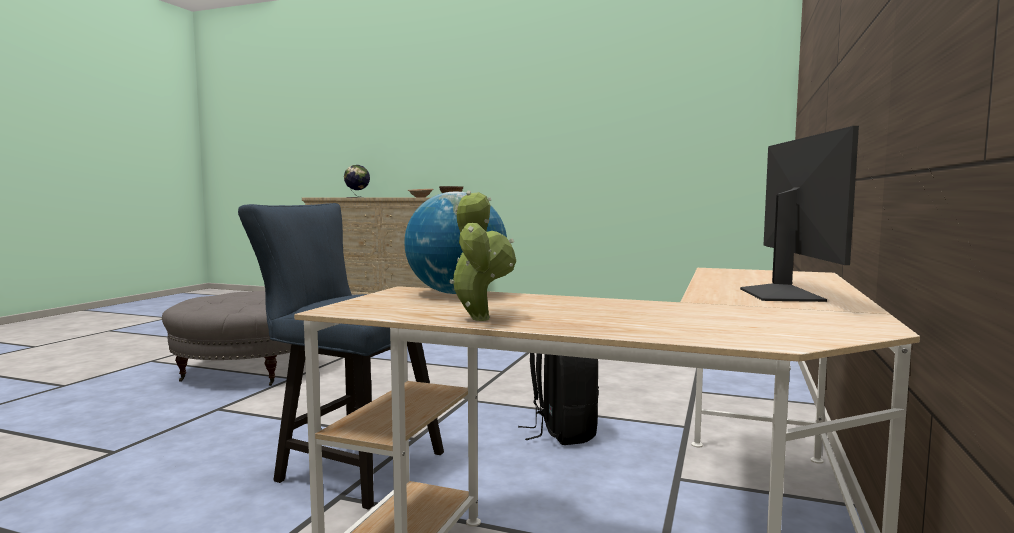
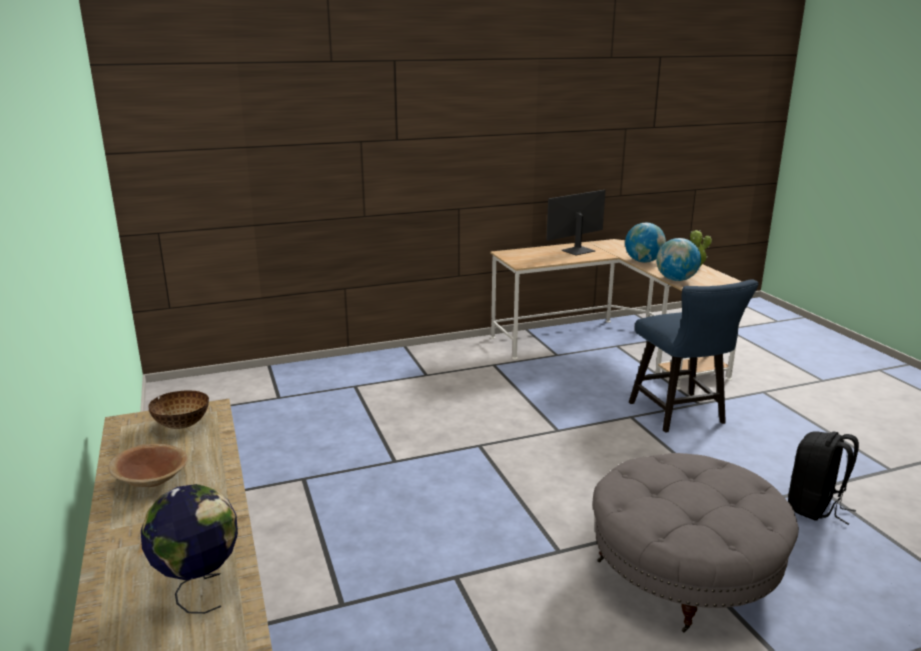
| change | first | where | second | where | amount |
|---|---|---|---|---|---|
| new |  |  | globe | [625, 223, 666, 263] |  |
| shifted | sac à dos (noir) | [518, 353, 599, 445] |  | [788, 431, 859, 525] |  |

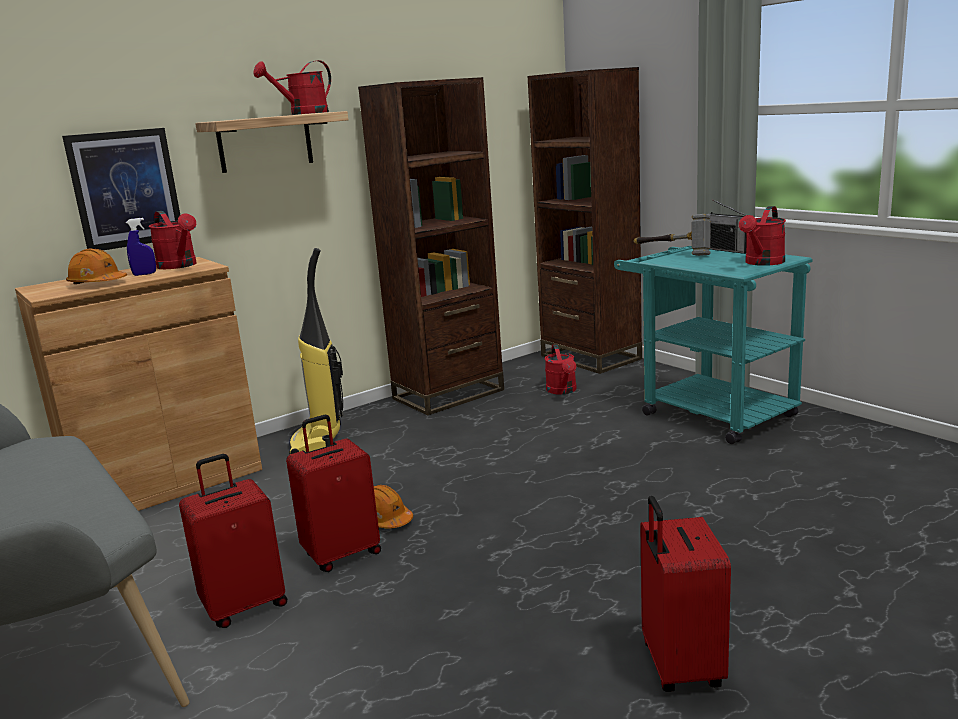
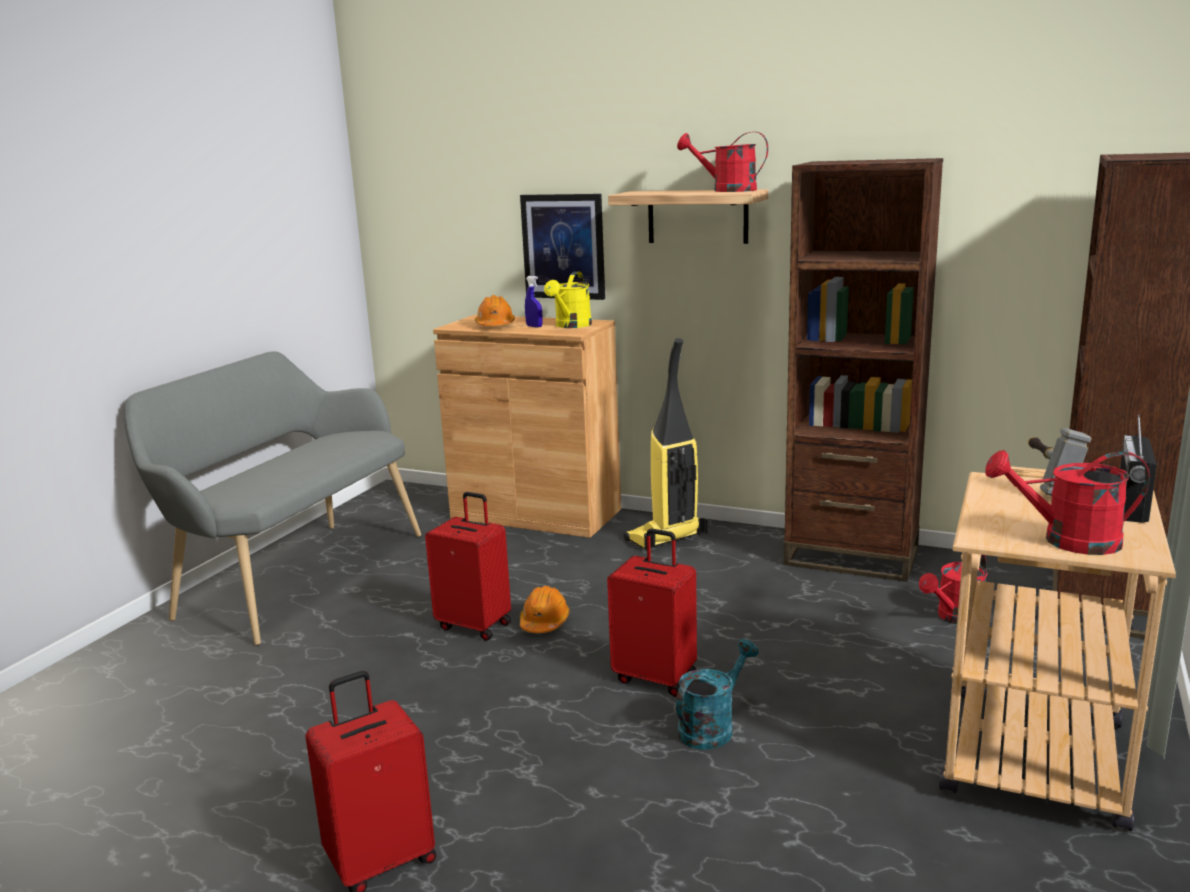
| change | first | where | second | where | amount |
|---|---|---|---|---|---|
| new |  |  | arrosoir (turquoise) | [676, 639, 759, 750] |  |
| shifted | valise (rouge) | [179, 454, 287, 628] |  | [607, 529, 697, 697] |  |
| repainted | arrosoir (rouge) | [149, 211, 197, 269] | arrosoir (jaune) | [544, 271, 592, 328] |  |
| repainted | chariot (turquoise) | [614, 246, 812, 444] | chariot (beige) | [939, 466, 1176, 831] |  |

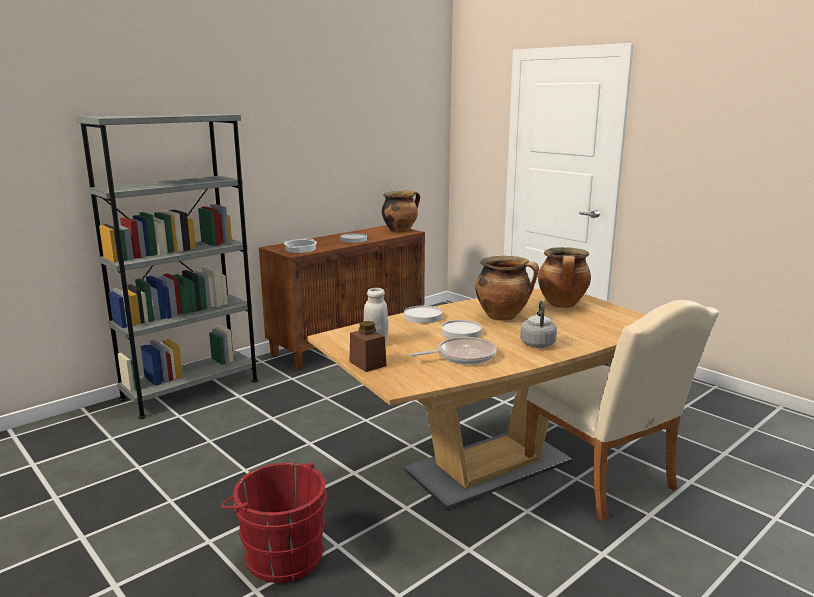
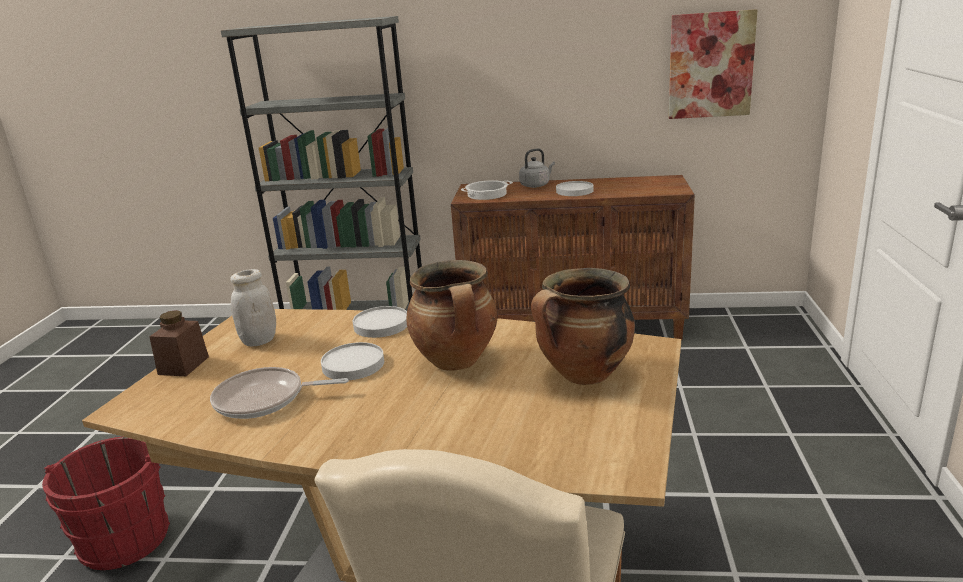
| change | first | where | second | where | amount |
|---|---|---|---|---|---|
| gone | marmite | [382, 191, 420, 233] |  |  |  |
| new |  |  | tableau | [668, 9, 757, 119] |  |
| shifted | bouilloire (gris) | [520, 301, 557, 347] |  | [519, 148, 555, 188] |  |
| rotated | poêle | [409, 337, 497, 364] |  | [210, 367, 348, 419] | 150 degrees clockwise |

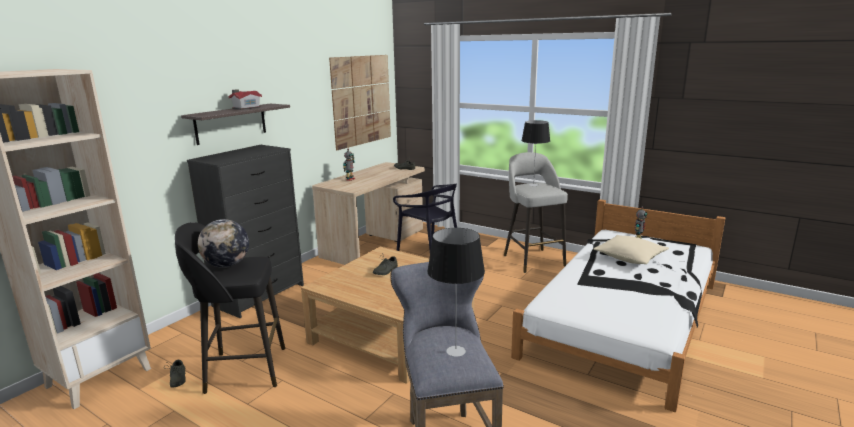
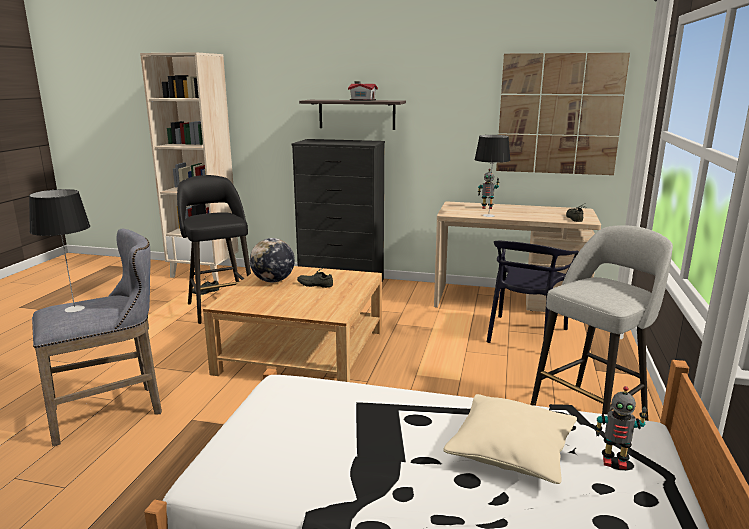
| change | first | where | second | where | amount |
|---|---|---|---|---|---|
| shifted | globe | [198, 219, 249, 268] |  | [250, 238, 295, 282] |  |
| shifted | lampe de table | [521, 120, 550, 186] |  | [475, 135, 511, 217] |  |

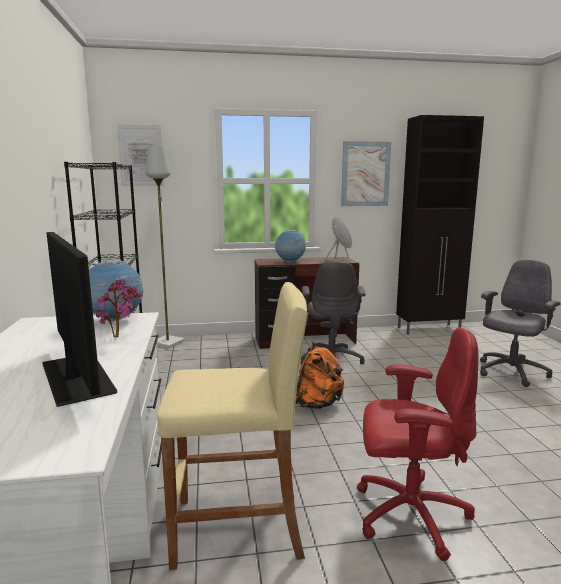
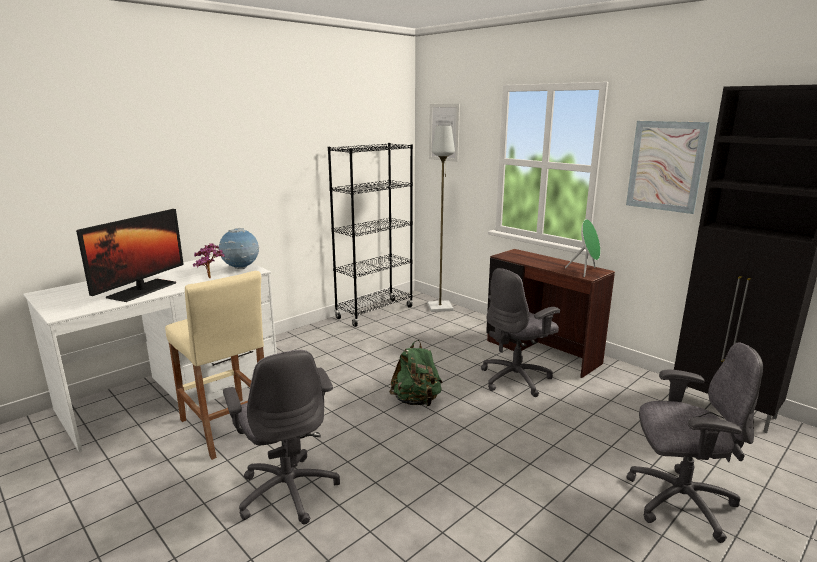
| change | first | where | second | where | amount |
|---|---|---|---|---|---|
| gone | globe | [274, 230, 306, 263] |  |  |  |
| repainted | sac à dos (orange) | [296, 342, 344, 409] | sac à dos (vert) | [389, 340, 443, 406] |  |
| repainted | chaise de bureau (rouge) | [357, 327, 478, 561] | chaise de bureau (gris) | [223, 350, 340, 524] |  |

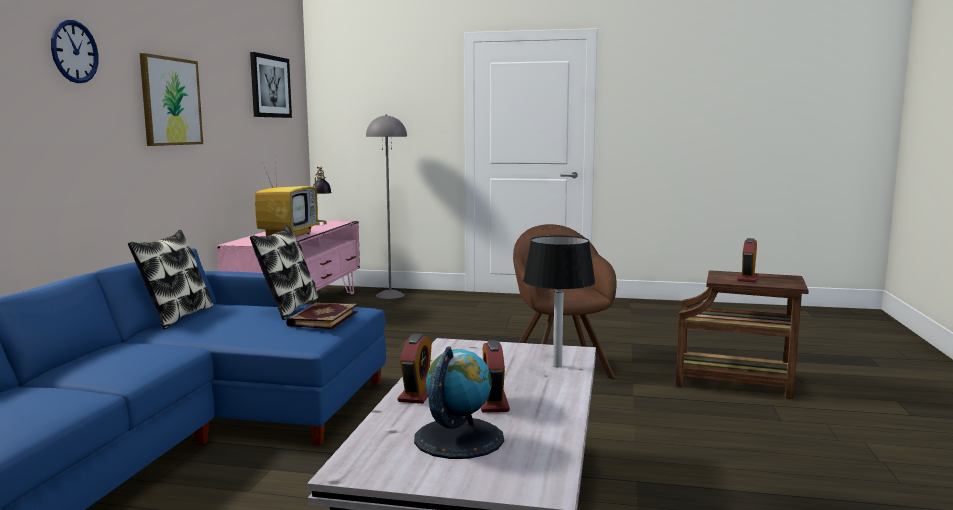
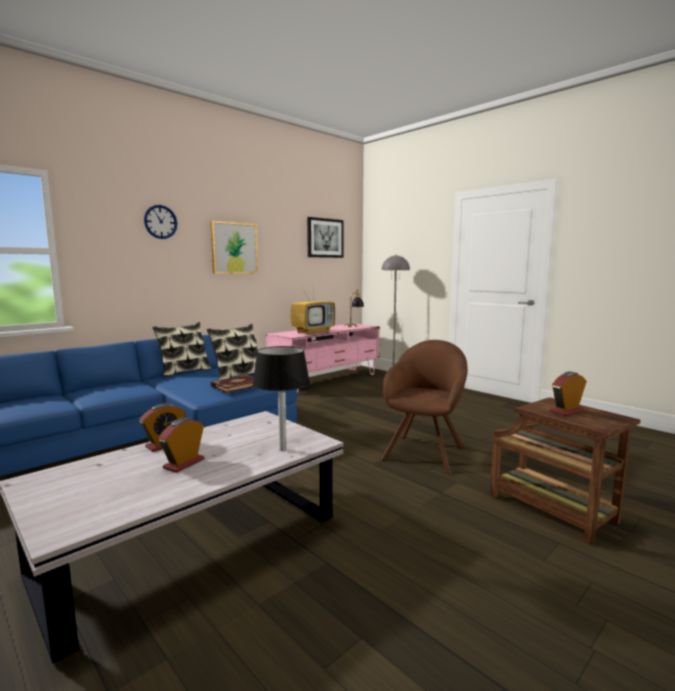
| change | first | where | second | where | amount |
|---|---|---|---|---|---|
| gone | globe | [414, 346, 504, 459] |  |  |  |

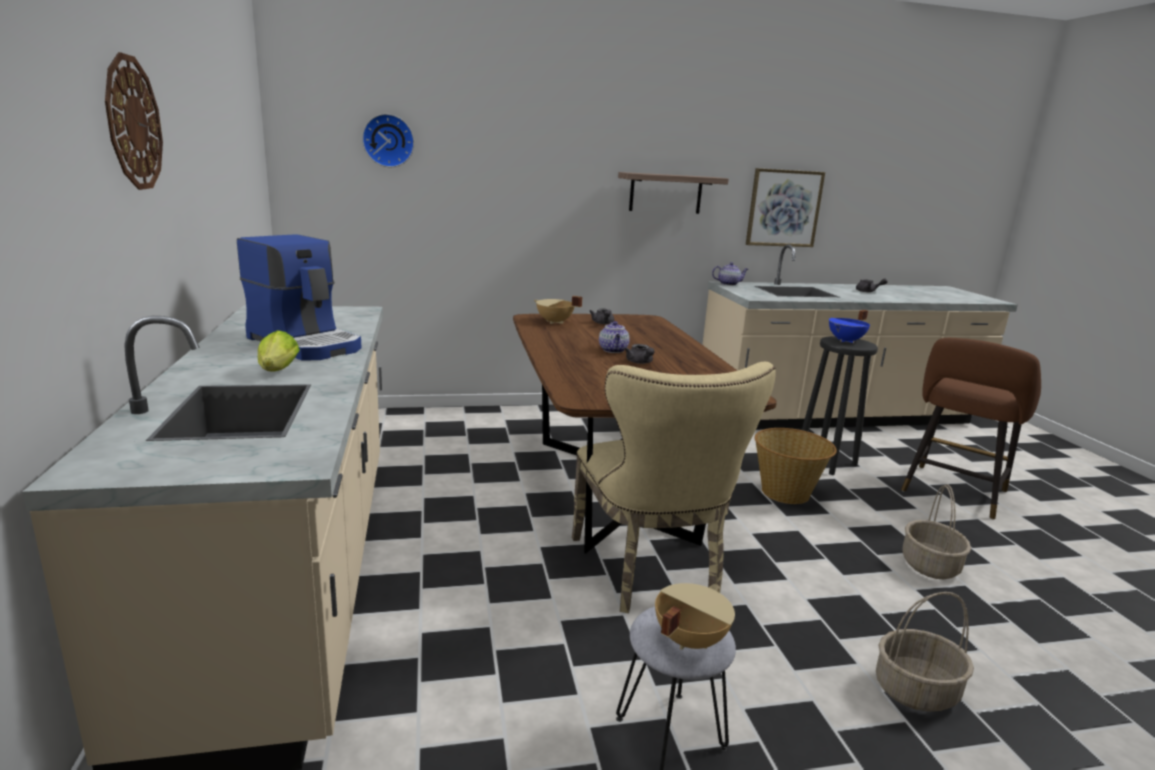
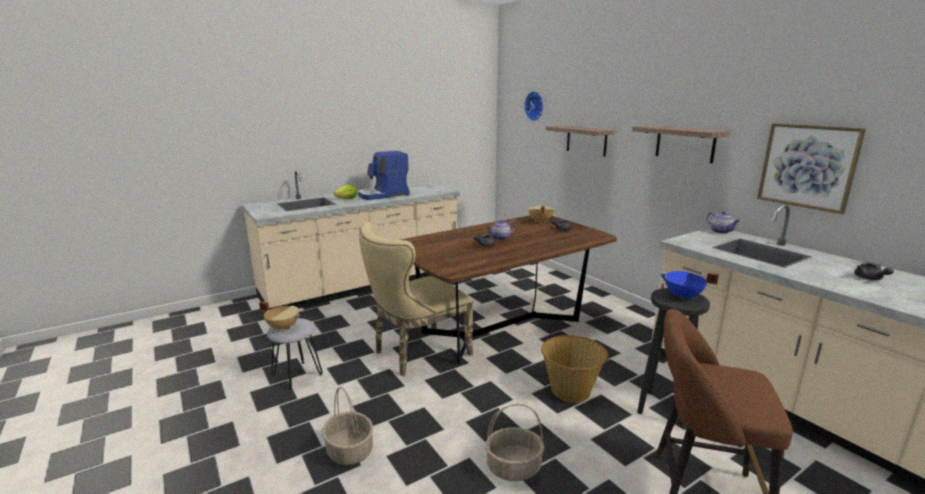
| change | first | where | second | where | amount |
|---|---|---|---|---|---|
| gone | horloge murale | [105, 52, 163, 190] |  |  |  |
| new |  |  | étagère | [546, 125, 616, 156] |  |
| rotated | machine à café | [237, 234, 362, 361] |  | [358, 151, 410, 200] | 45 degrees clockwise |

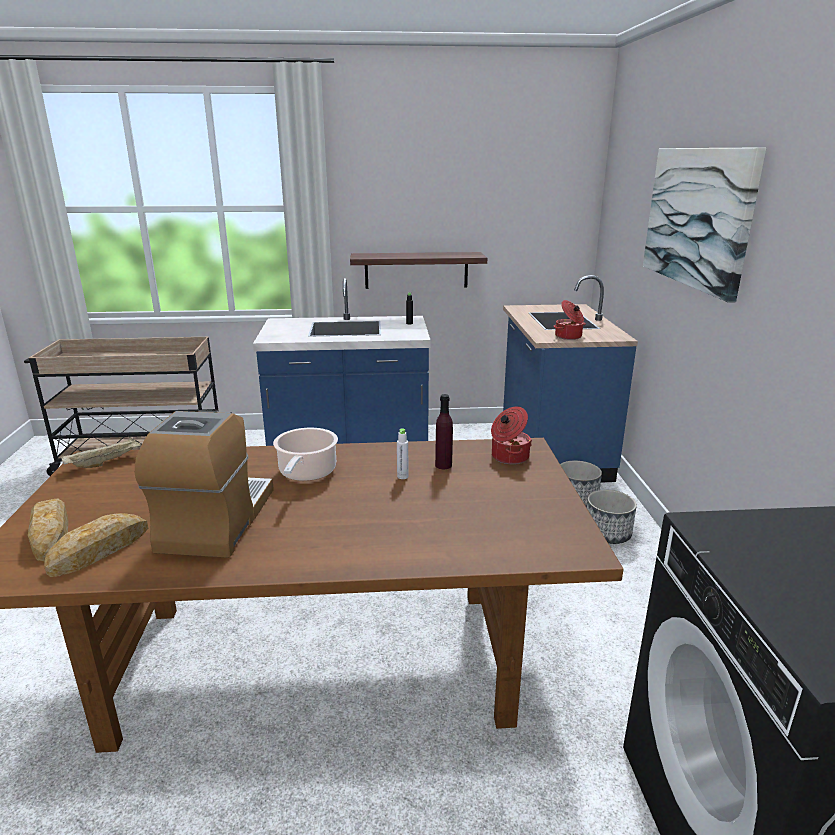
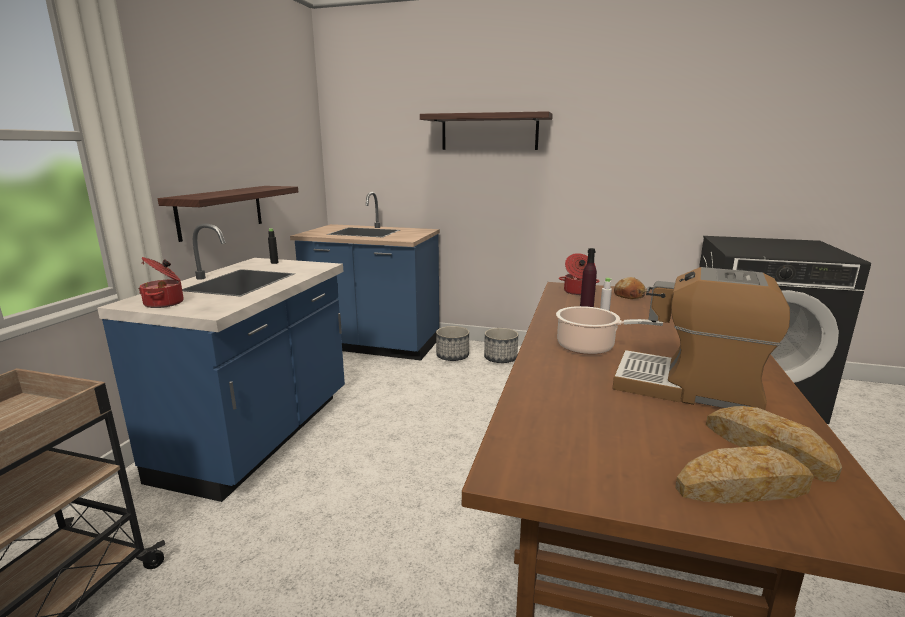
| change | first | where | second | where | amount |
|---|---|---|---|---|---|
| gone | plateau (beige) | [61, 437, 141, 468] |  |  |  |
| new |  |  | pain | [614, 277, 647, 299] |  |
| shifted | marmite | [554, 300, 586, 340] |  | [139, 257, 184, 308] |  |
| swapped | tableau | [643, 147, 766, 303] | étagère | [420, 111, 553, 150] |  |

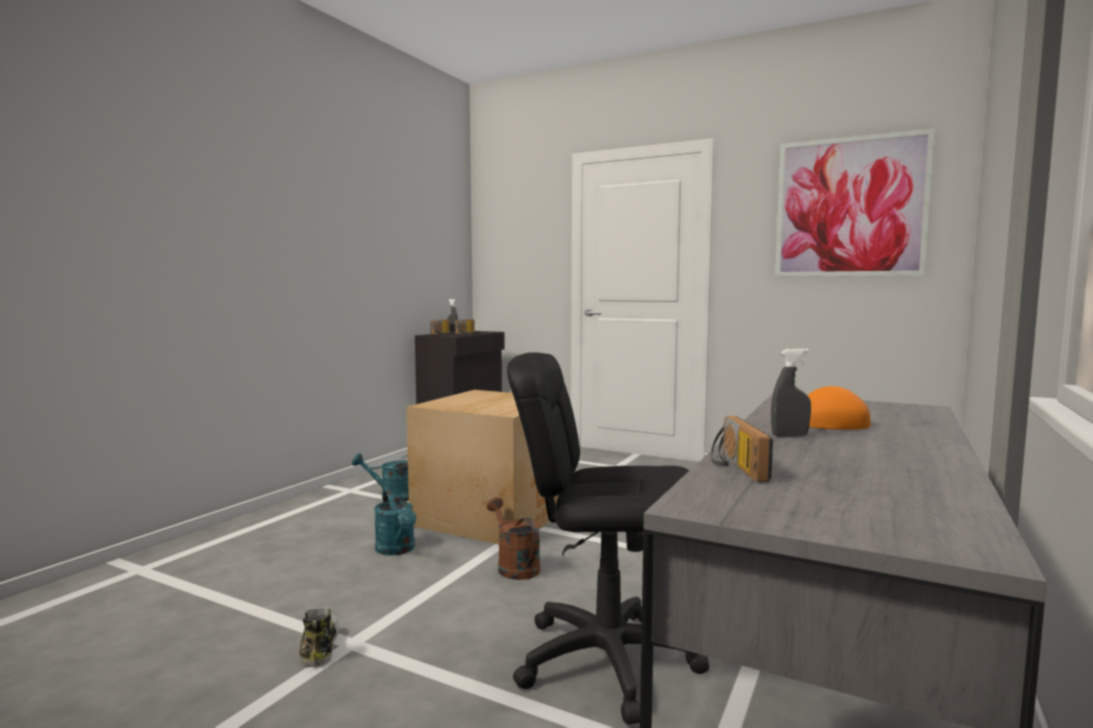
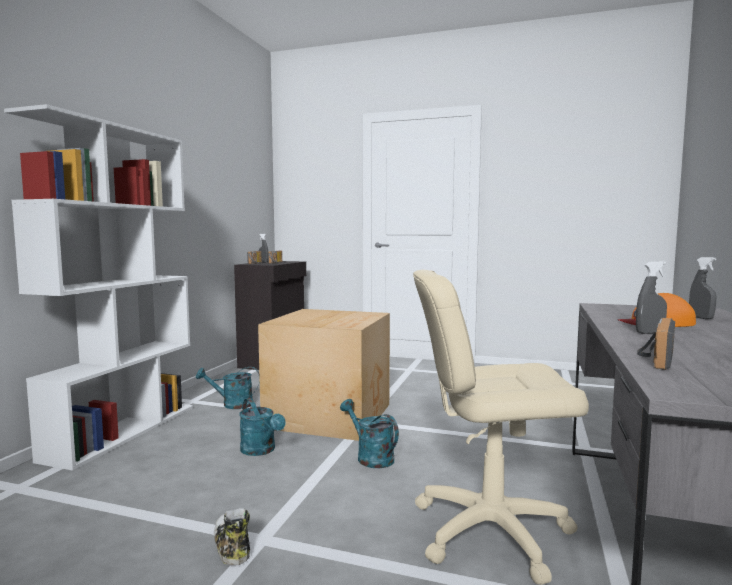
| change | first | where | second | where | amount |
|---|---|---|---|---|---|
| gone | tableau | [775, 129, 935, 277] |  |  |  |
| new |  |  | bibliothèque (blanc) | [4, 104, 193, 471] |  |
| new |  |  | vaporisateur (gris) | [689, 257, 716, 319] |  |
| repainted | arrosoir (marron) | [487, 497, 540, 580] | arrosoir (turquoise) | [340, 399, 399, 468] |  |
| repainted | chaise de bureau (noir) | [507, 352, 709, 725] | chaise de bureau (beige) | [413, 270, 589, 585] |  |
| rotated | radio | [711, 416, 773, 482] |  | [637, 318, 675, 370] | 45 degrees clockwise |

